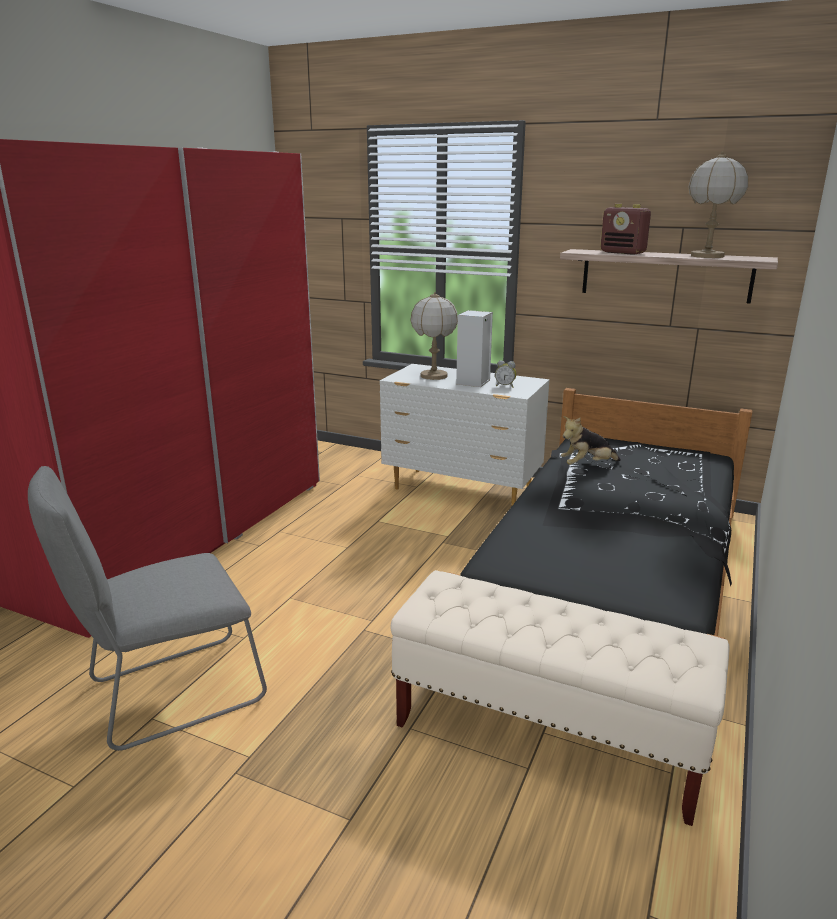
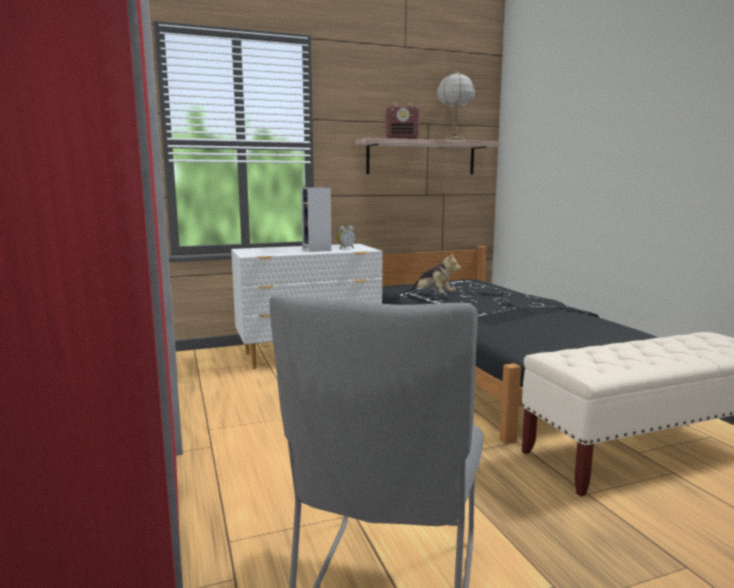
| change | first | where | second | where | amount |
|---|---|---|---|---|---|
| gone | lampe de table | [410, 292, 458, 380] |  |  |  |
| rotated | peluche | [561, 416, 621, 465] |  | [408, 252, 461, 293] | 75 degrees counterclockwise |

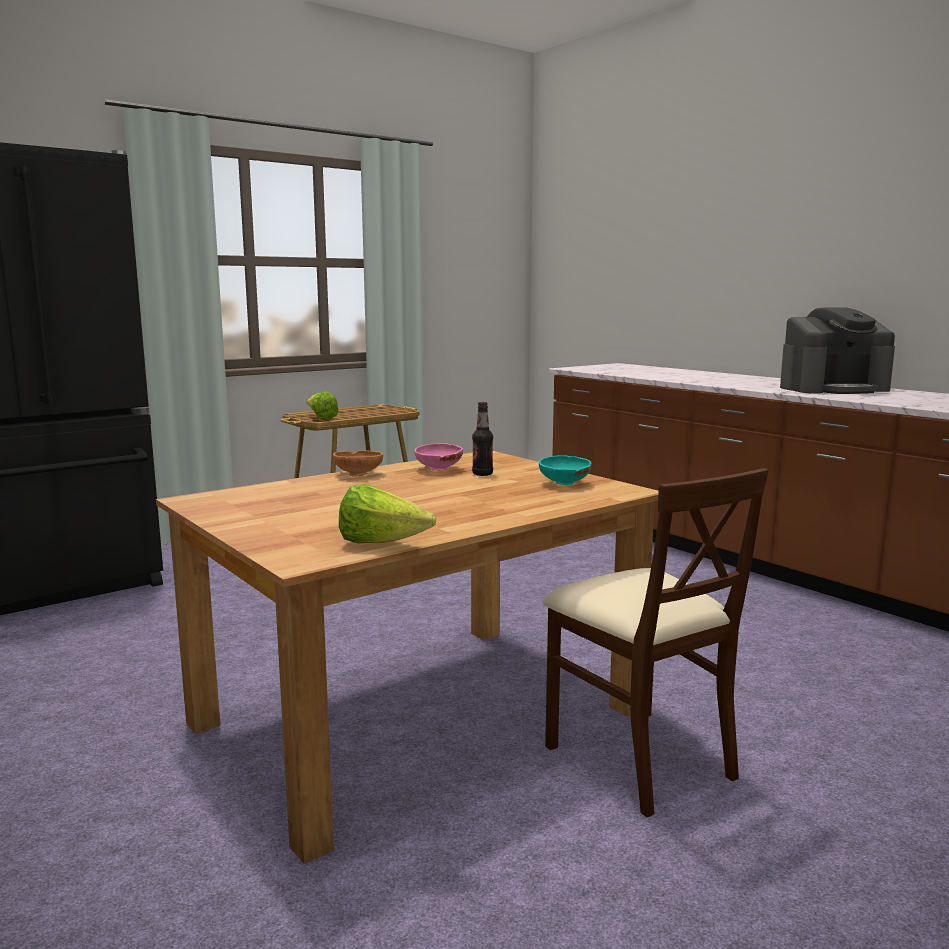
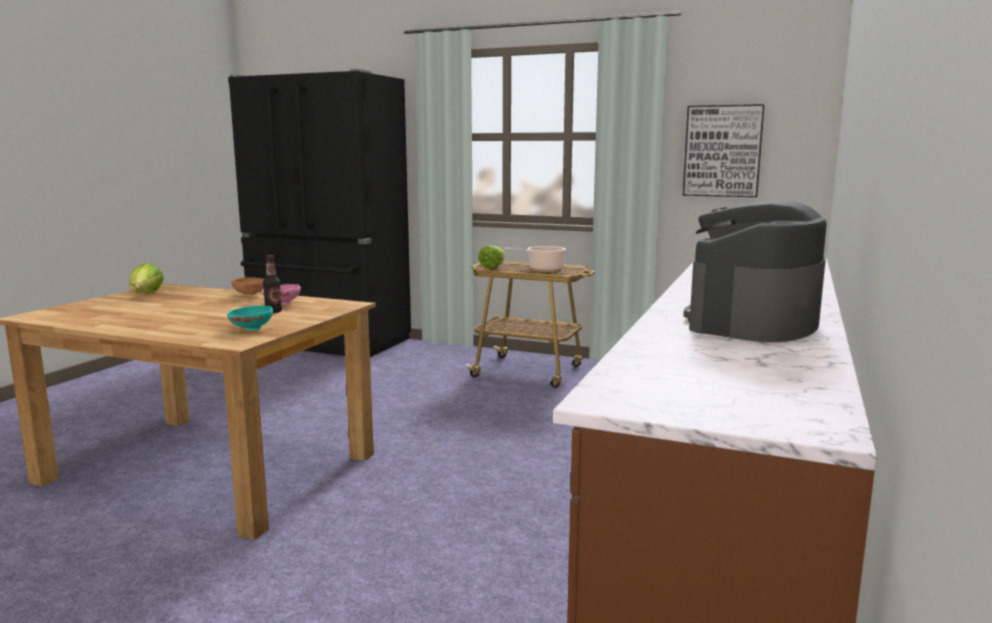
| change | first | where | second | where | amount |
|---|---|---|---|---|---|
| gone | chaise (beige) | [543, 468, 769, 817] |  |  |  |
| new |  |  | marmite | [504, 246, 566, 271] |  |
| new |  |  | tableau | [683, 104, 765, 197] |  |
| shifted | laitue | [339, 484, 436, 544] |  | [129, 263, 164, 293] |  |
| rotated | machine à café | [780, 307, 895, 394] |  | [683, 201, 827, 342] | 75 degrees clockwise |

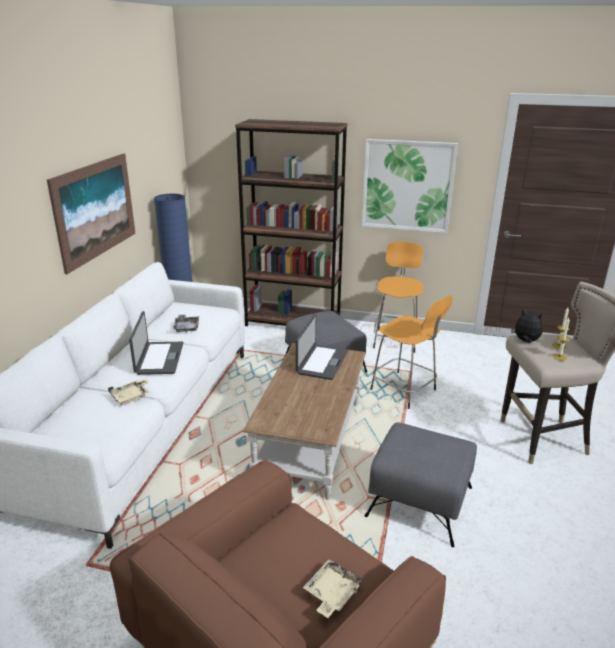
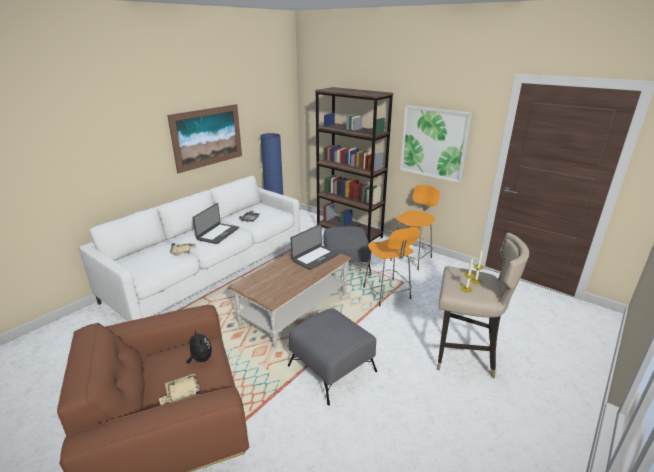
| change | first | where | second | where | amount |
|---|---|---|---|---|---|
| shifted | peluche | [511, 308, 543, 343] |  | [186, 331, 212, 364] |  |

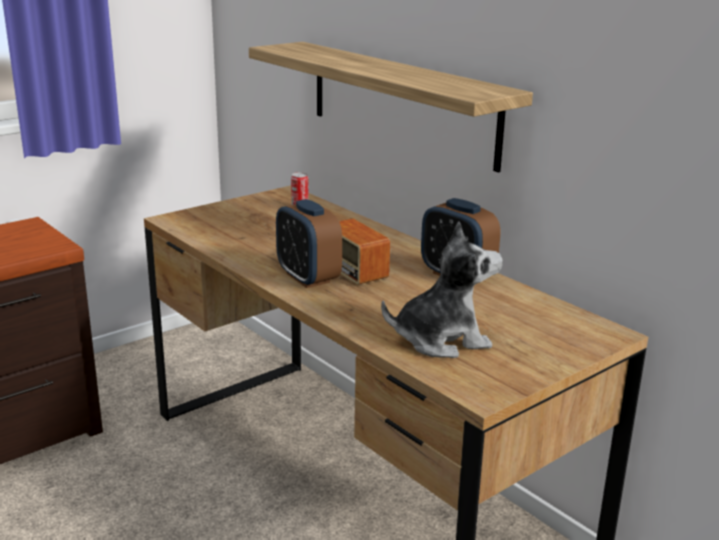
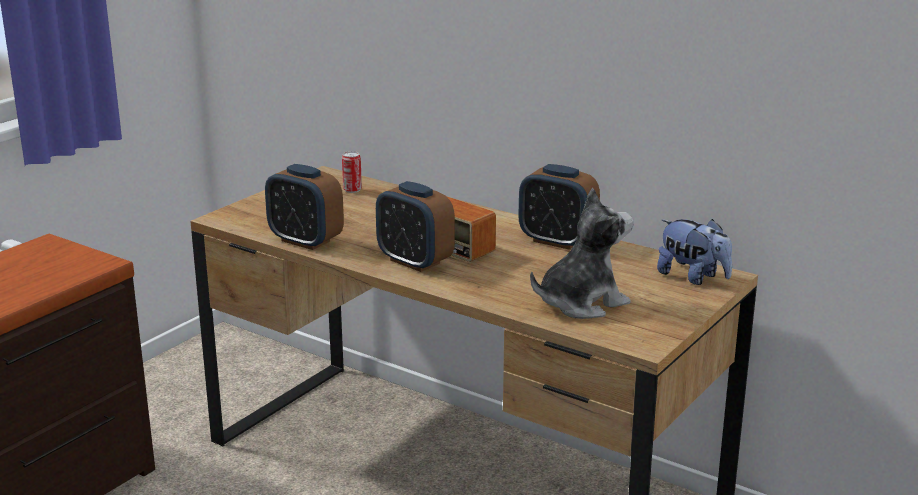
| change | first | where | second | where | amount |
|---|---|---|---|---|---|
| gone | étagère | [249, 42, 533, 172] |  |  |  |
| new |  |  | réveil | [265, 164, 344, 250] |  |
| new |  |  | peluche | [657, 219, 732, 285] |  |

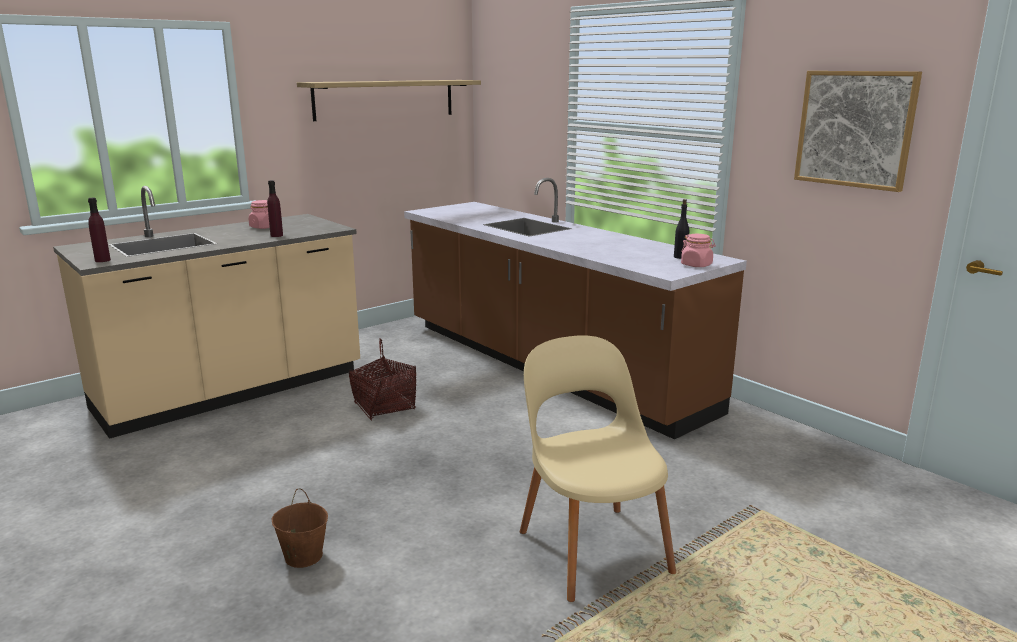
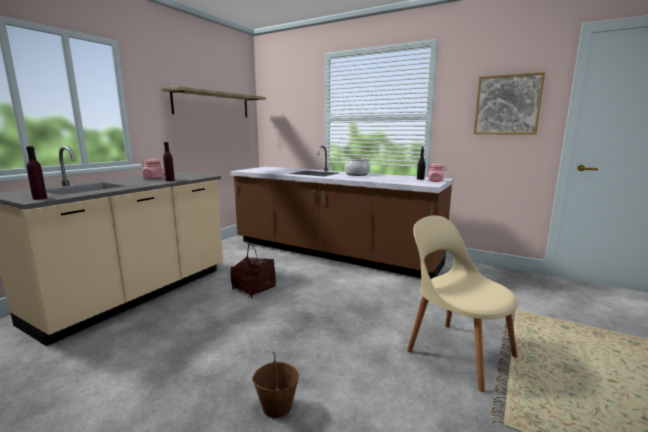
| change | first | where | second | where | amount |
|---|---|---|---|---|---|
| new |  |  | marmite | [345, 157, 370, 176] |  |

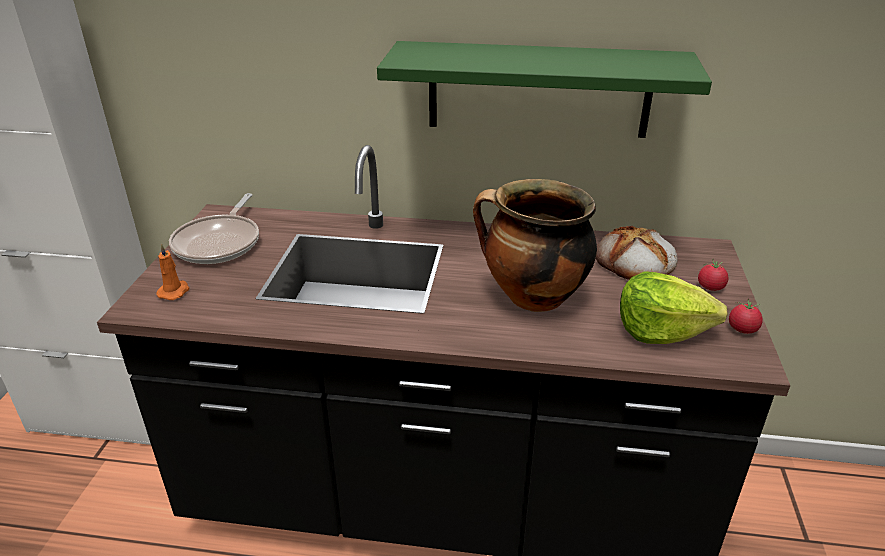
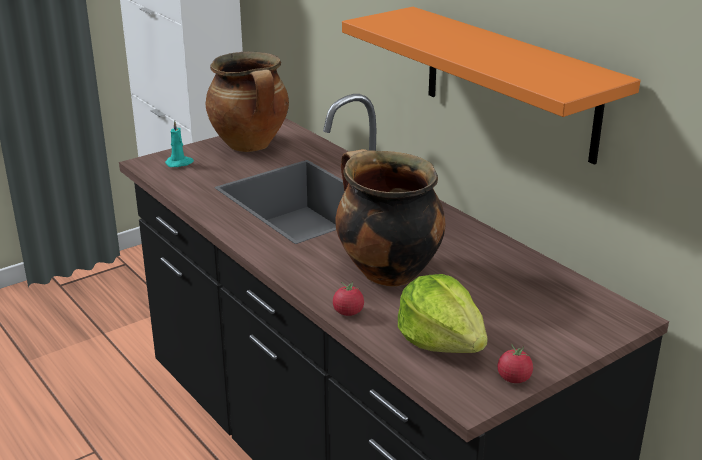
| change | first | where | second | where | amount |
|---|---|---|---|---|---|
| gone | pain | [596, 226, 678, 280] |  |  |  |
| shifted | tomate | [698, 259, 728, 291] |  | [333, 281, 364, 316] |  |
| swapped | poêle | [169, 193, 259, 264] | marmite | [206, 52, 289, 152] |  |
| repainted | bougie (orange) | [156, 243, 189, 300] | bougie (turquoise) | [165, 120, 194, 167] |  |
| repainted | étagère (vert) | [377, 41, 712, 138] | étagère (orange) | [342, 7, 640, 165] |  |

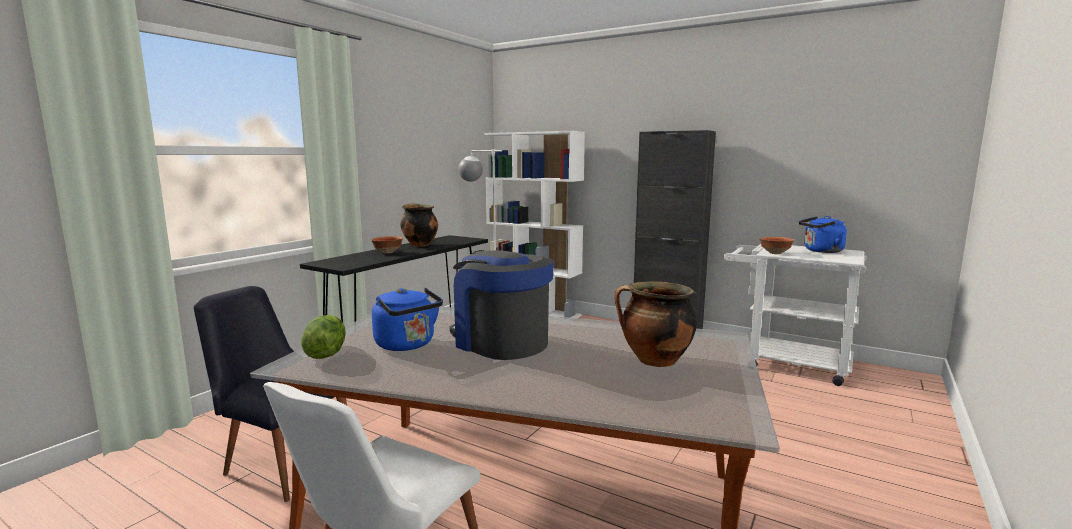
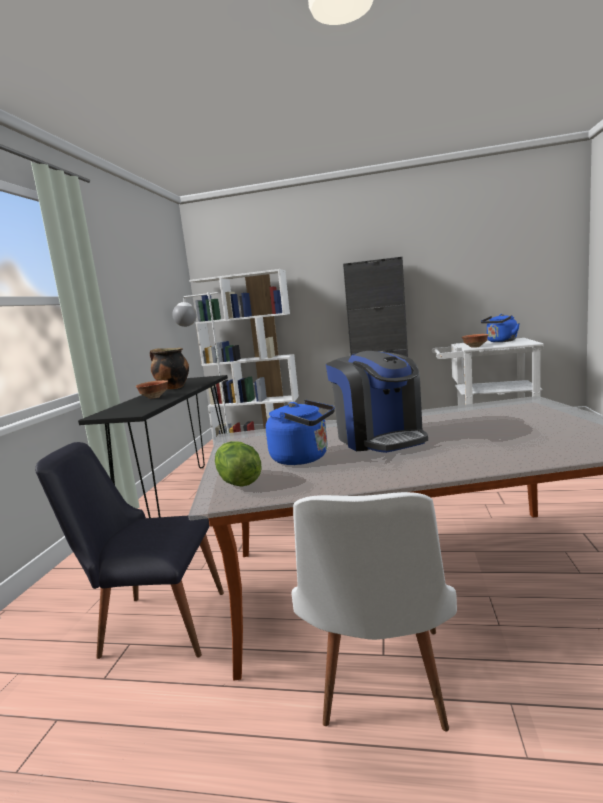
| change | first | where | second | where | amount |
|---|---|---|---|---|---|
| gone | marmite | [614, 282, 697, 367] |  |  |  |
| rotated | machine à café | [450, 250, 554, 360] |  | [326, 351, 428, 453] | 135 degrees counterclockwise |

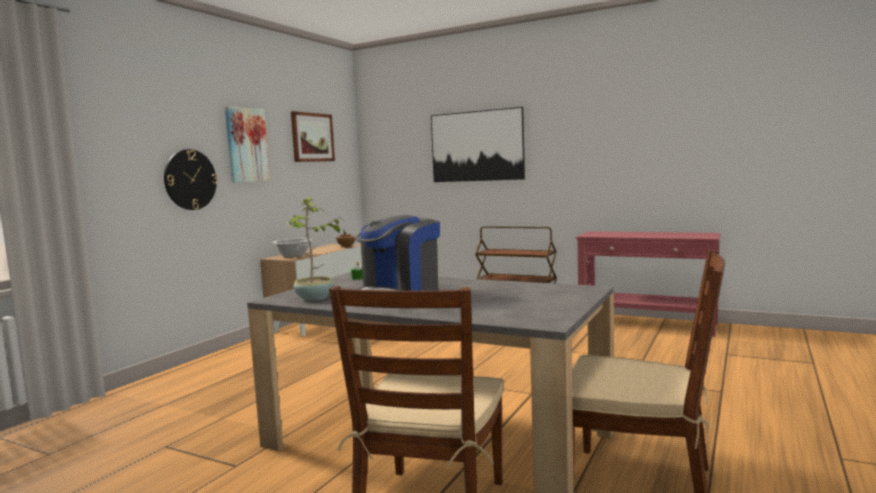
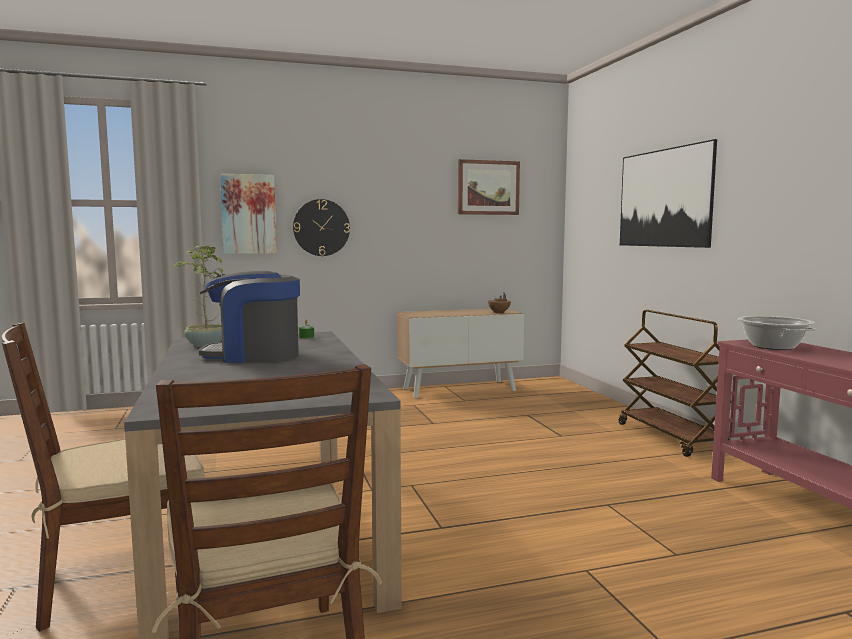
| change | first | where | second | where | amount |
|---|---|---|---|---|---|
| shifted | tableau | [225, 106, 270, 183] |  | [220, 174, 277, 254] |  |
| shifted | marmite | [272, 238, 313, 258] |  | [738, 316, 816, 350] |  |

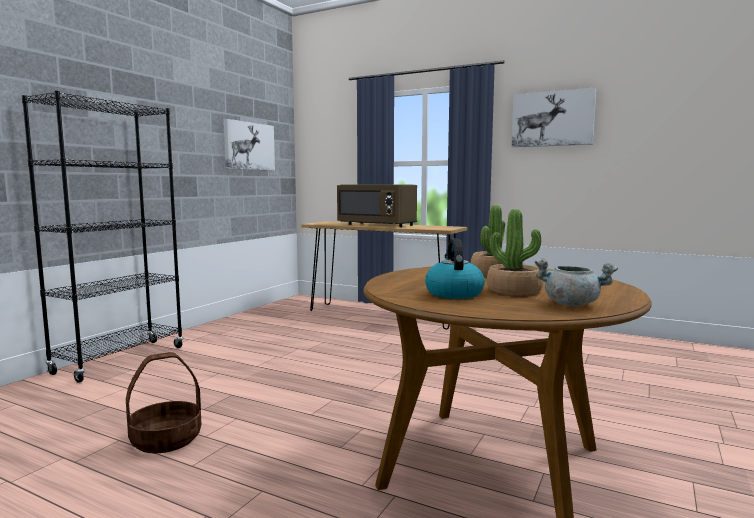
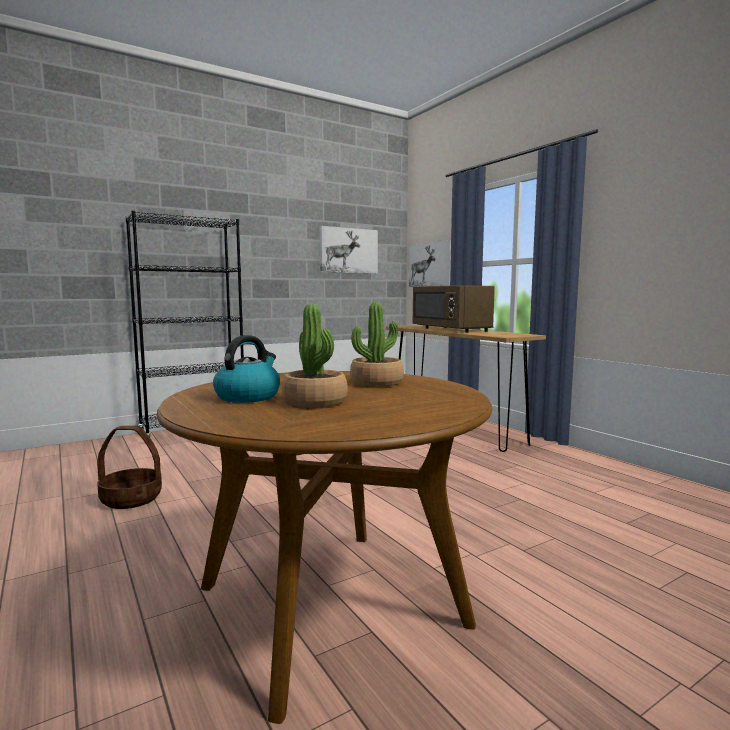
| change | first | where | second | where | amount |
|---|---|---|---|---|---|
| gone | marmite (gris) | [535, 258, 618, 306] |  |  |  |
| shifted | tableau | [512, 88, 596, 147] |  | [409, 240, 451, 288] |  |

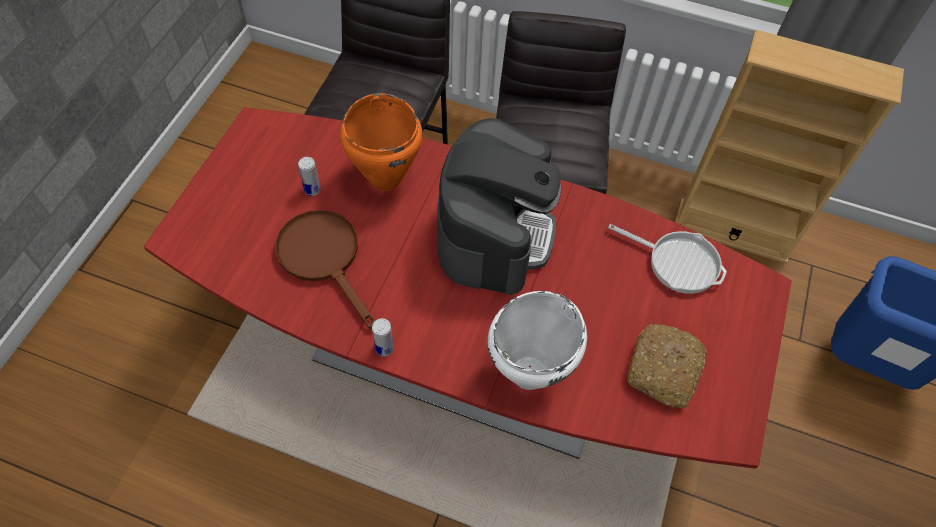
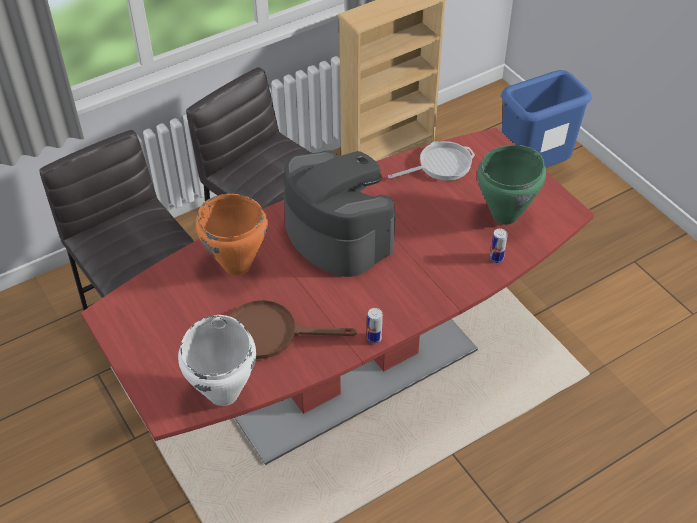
| change | first | where | second | where | amount |
|---|---|---|---|---|---|
| shifted | boîte métallique | [298, 157, 321, 196] |  | [490, 228, 508, 263] |  |
| shifted | marmite (blanc) | [488, 291, 587, 390] |  | [178, 315, 256, 406] |  |
| swapped | pain | [627, 324, 707, 408] | marmite (vert) | [477, 145, 546, 225] |  |

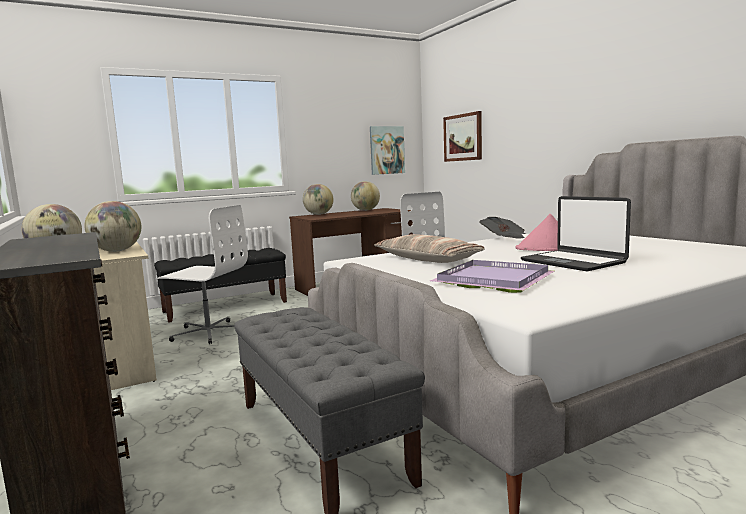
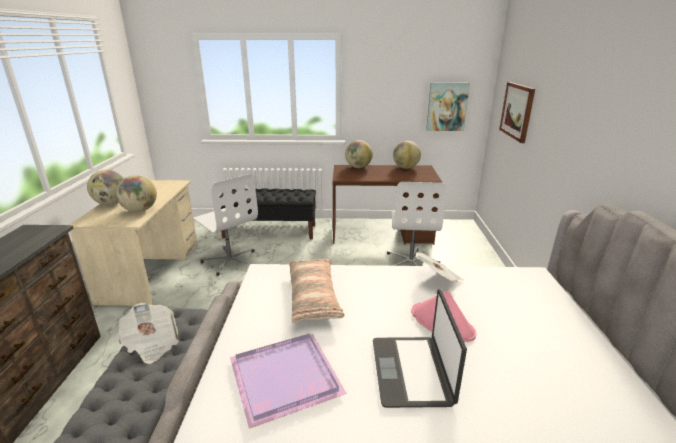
| change | first | where | second | where | amount |
|---|---|---|---|---|---|
| new |  |  | journal | [118, 303, 179, 364] |  |

